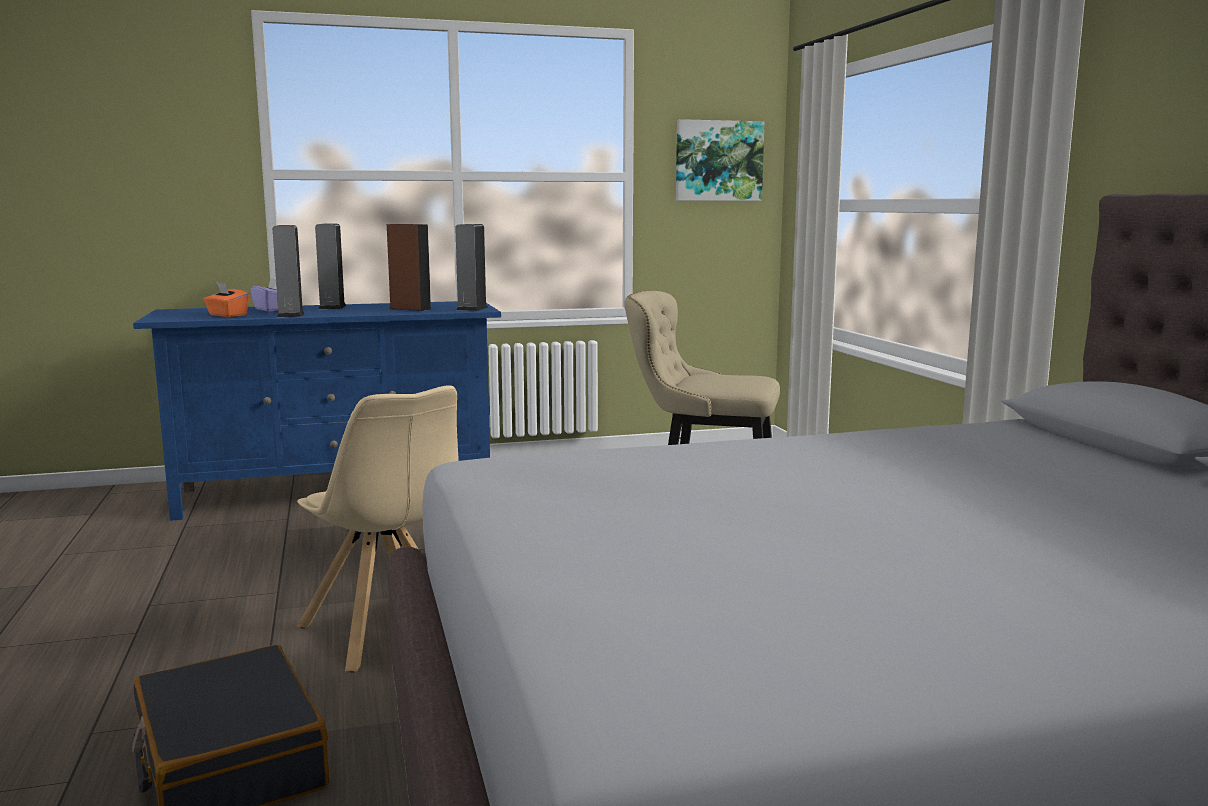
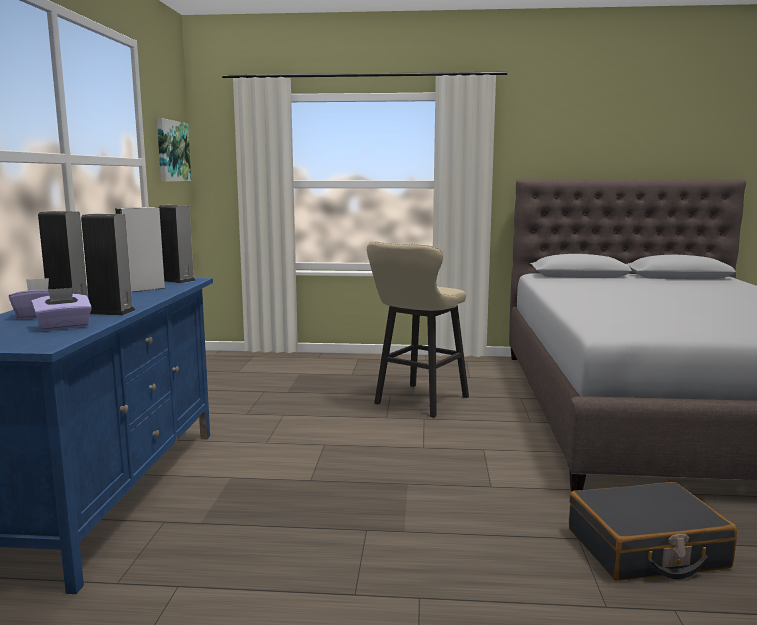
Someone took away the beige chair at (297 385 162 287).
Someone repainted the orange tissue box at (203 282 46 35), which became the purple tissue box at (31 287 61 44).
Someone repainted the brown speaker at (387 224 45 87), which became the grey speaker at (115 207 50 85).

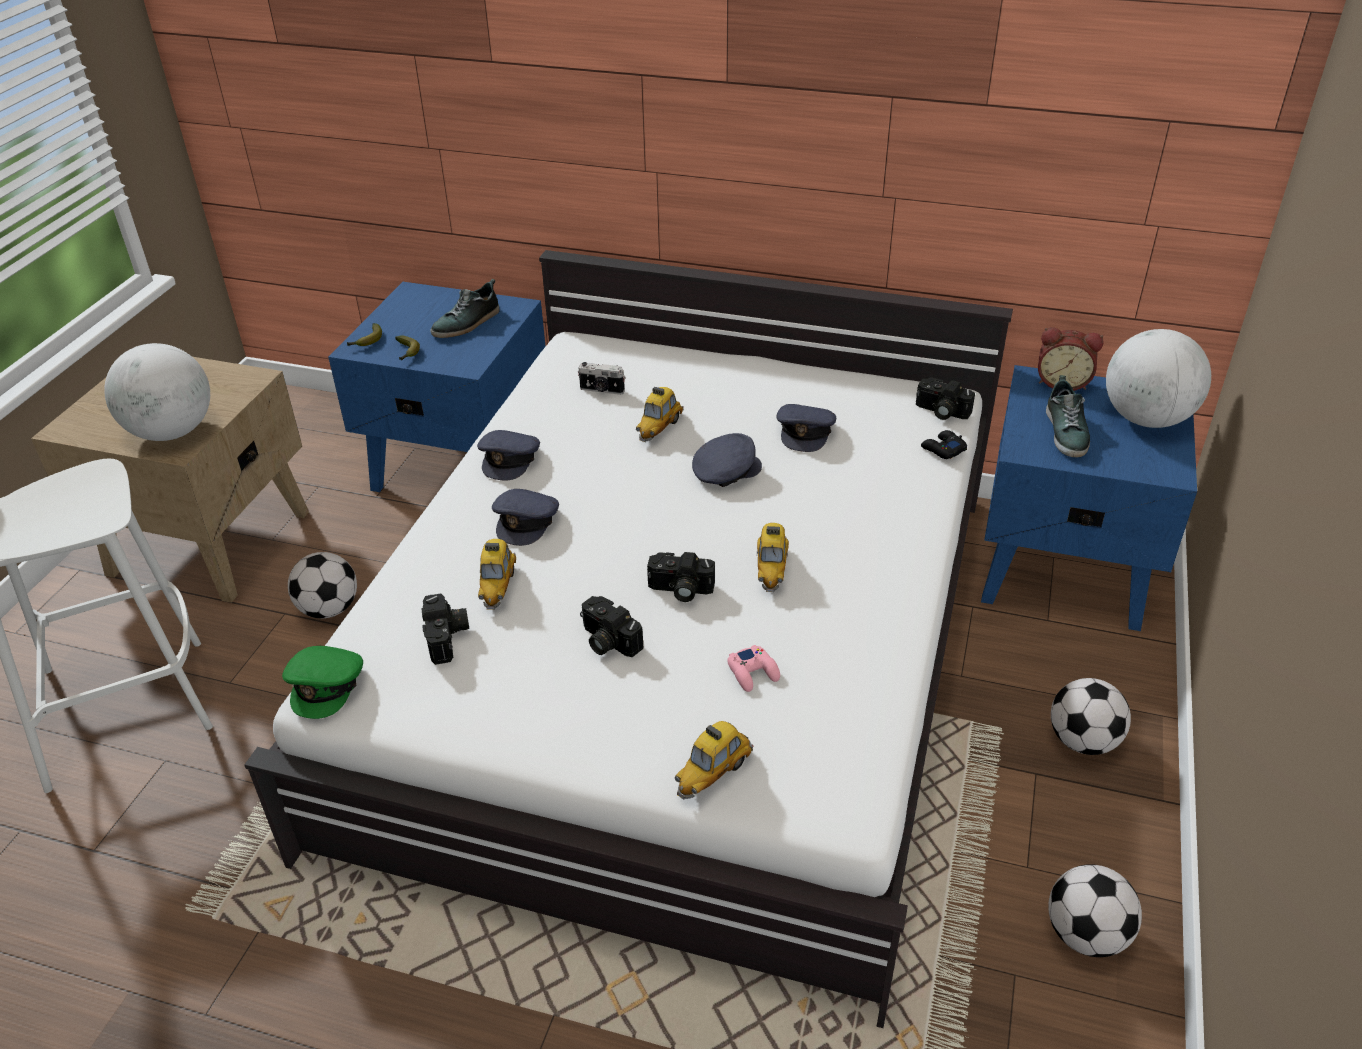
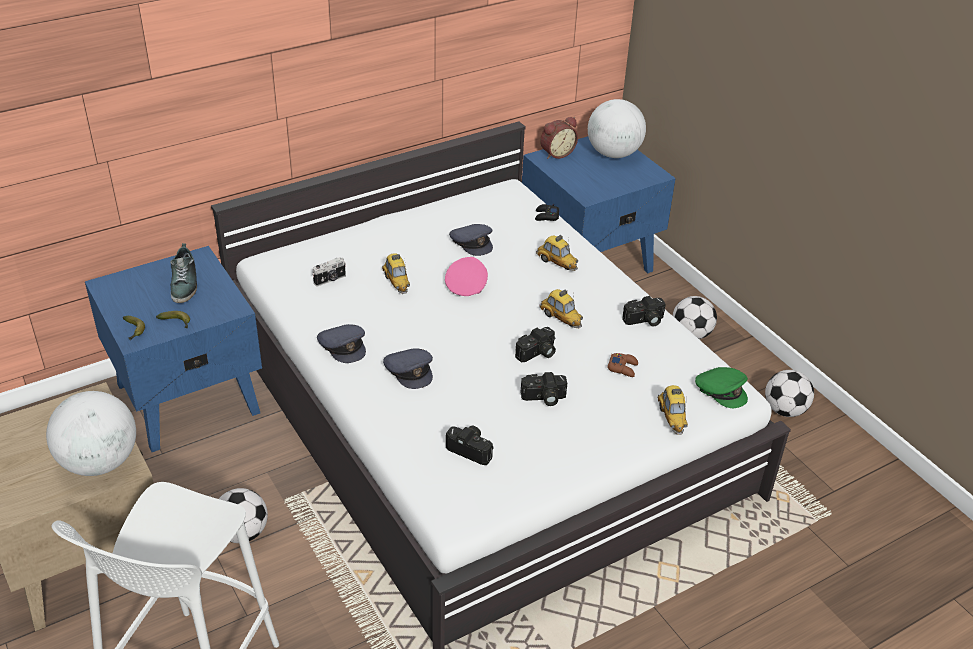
Someone took away the shoe at (1046 375 44 82).
Someone carried the green cap from (282 646 81 73) to (695 367 53 41).
Someone carried the toy car from (478 539 38 71) to (536 235 42 36).
Someone carried the photo camera from (916 378 59 42) to (622 296 44 31).
Someone repainted the grey cap at (692 433 70 54), which became the pink cap at (445 257 43 39).
Someone repainted the pink game controller at (727 645 53 47), which became the brown game controller at (607 353 31 24).

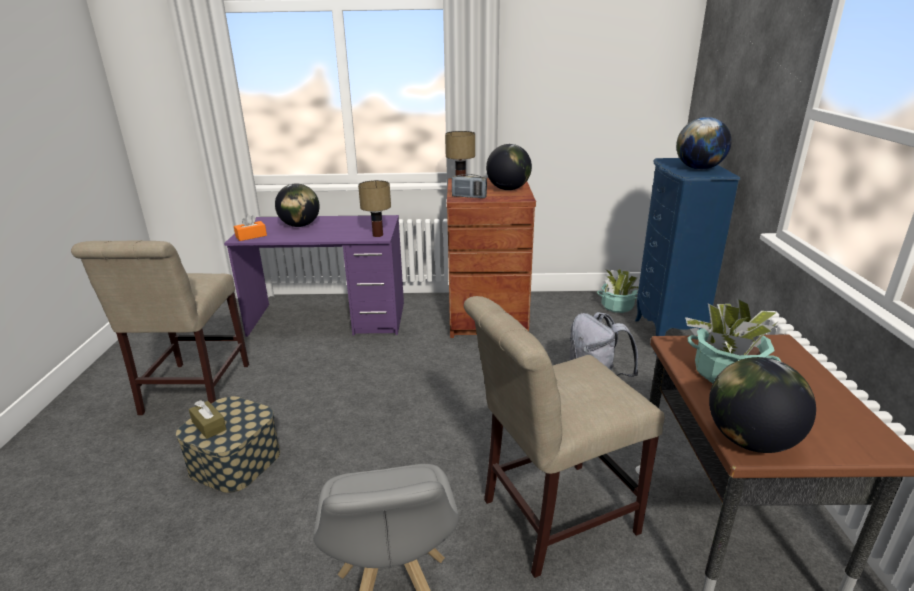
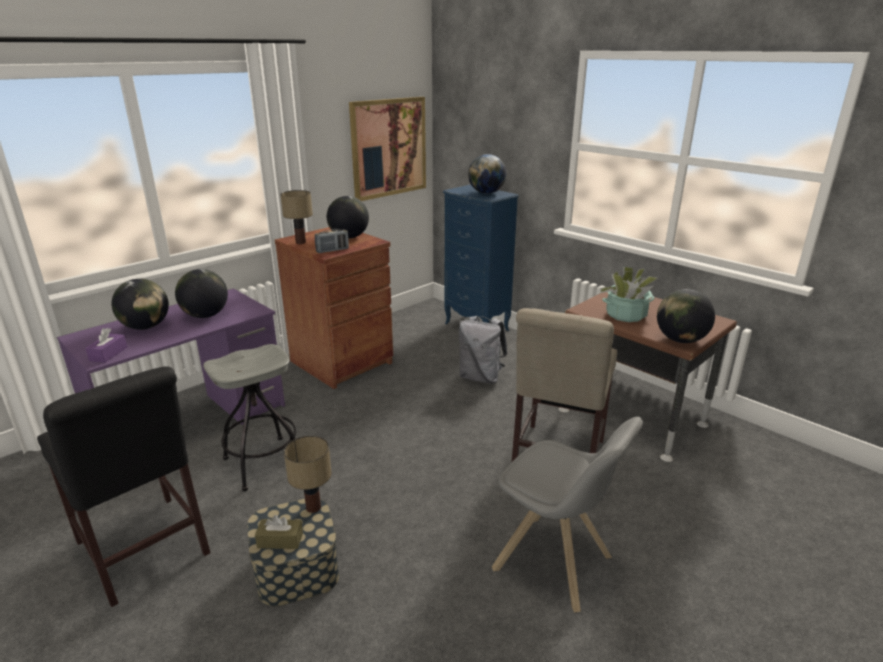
Someone took away the potted plant at (597 268 42 45).
Someone put down the globe at (175 269 53 49).
Someone put down the grey stool at (203 344 93 147).
Someone put up the picture at (349 97 77 104).
Someone carried the table lamp from (358 180 33 57) to (284 436 48 77).
Someone repainted the beige chair at (71 240 178 175), which became the black chair at (37 366 174 241).
Someone repainted the orange tissue box at (234 214 33 27), which became the purple tissue box at (86 328 41 35).

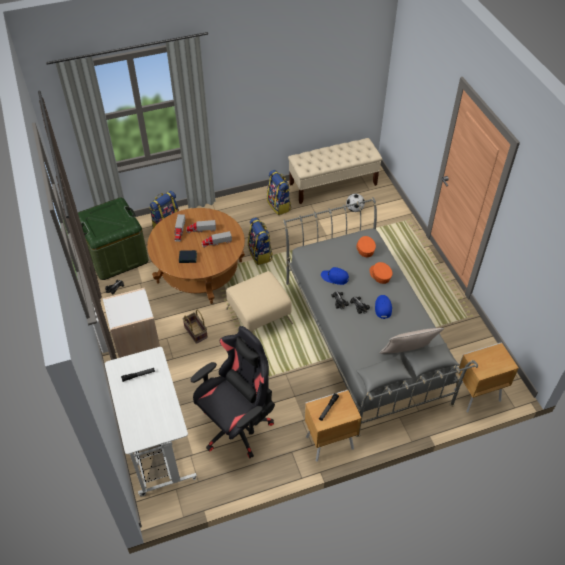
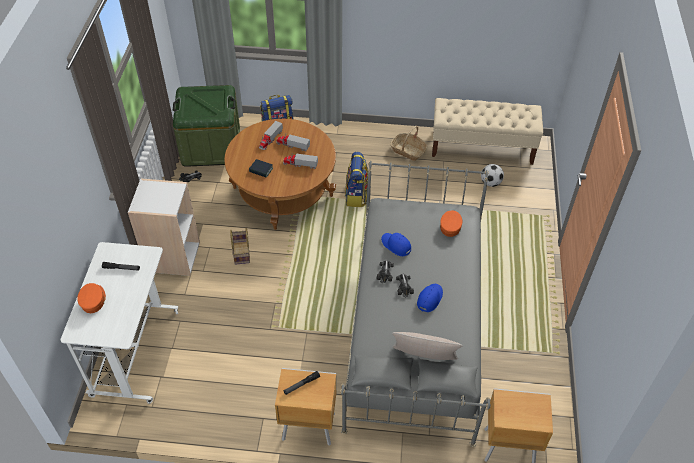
Someone took away the black office chair at (191 326 84 133).
Someone took away the beige ottoman at (226 271 67 62).
Someone carried the orange cap from (370 262 23 22) to (77 283 29 30).
Someone swapped the backpack at (267 170 24 45) for the basket at (390 126 37 35).

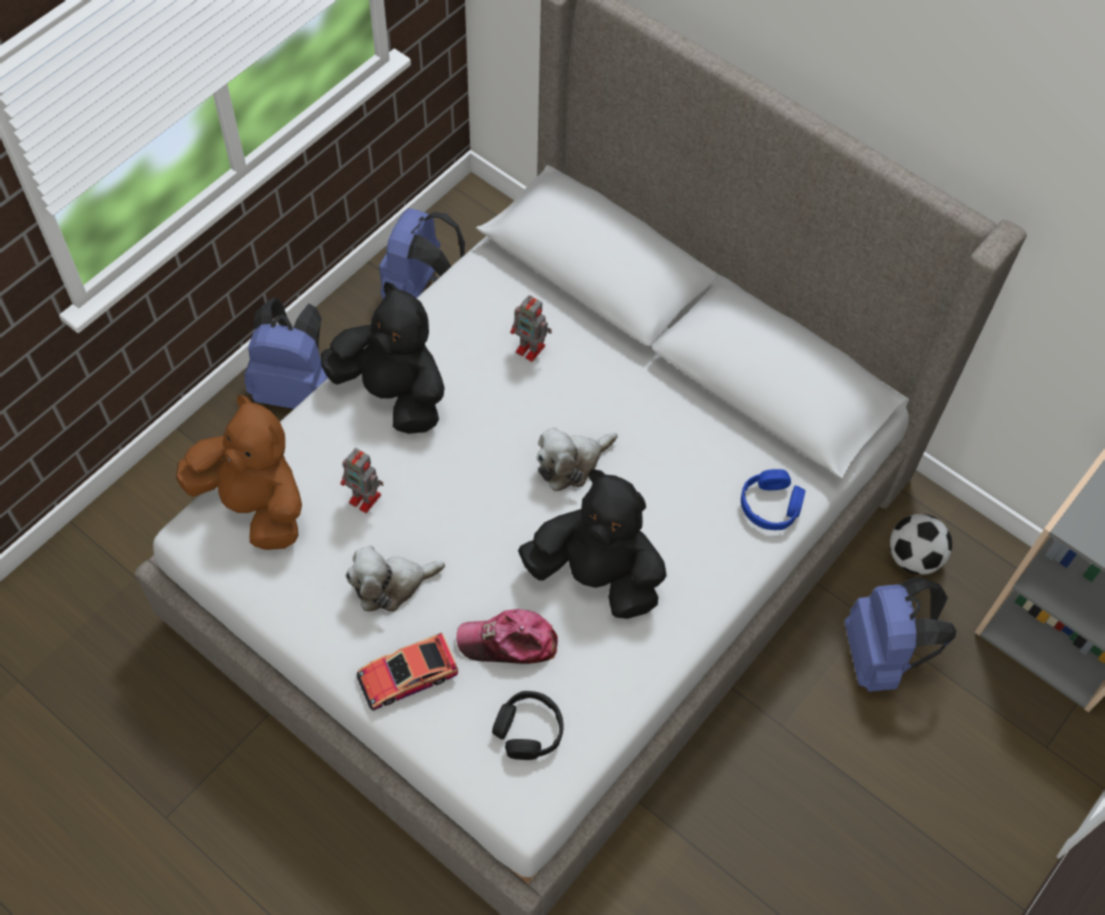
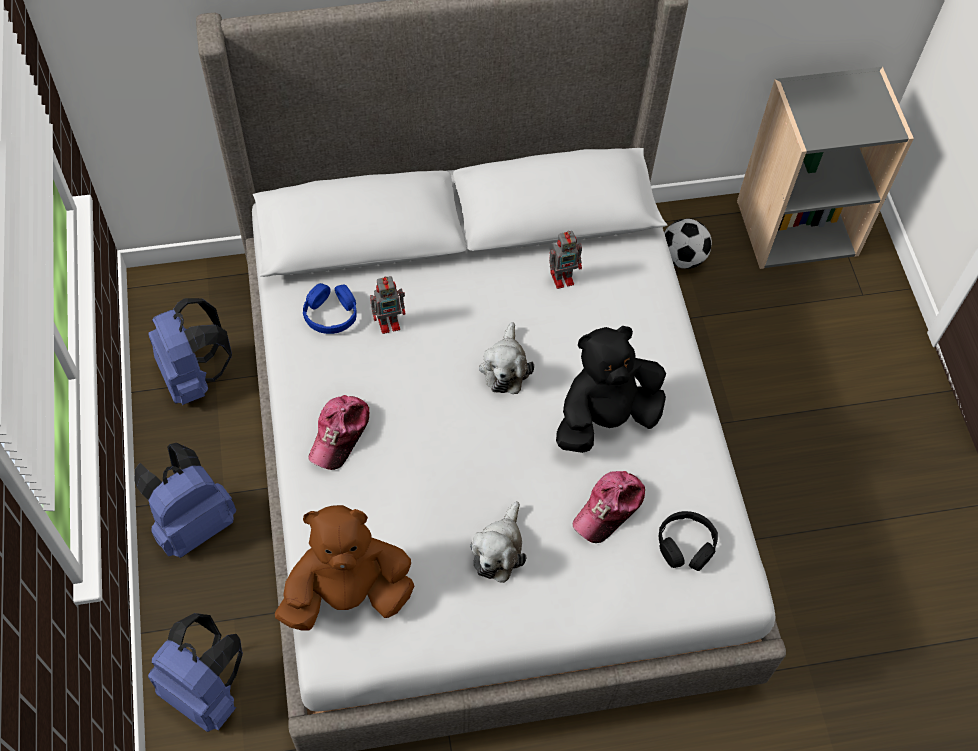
Someone took away the toy car at (357 633 101 78).
Someone carried the toy robot from (341 448 42 65) to (549 231 33 58).
Someone carried the blue headphones from (741 469 64 61) to (303 283 54 51).
Someone carried the blue backpack from (845 577 112 115) to (148 613 95 119).
Someone swapped the black plush toy at (321 282 124 152) for the cap at (309 395 60 75).

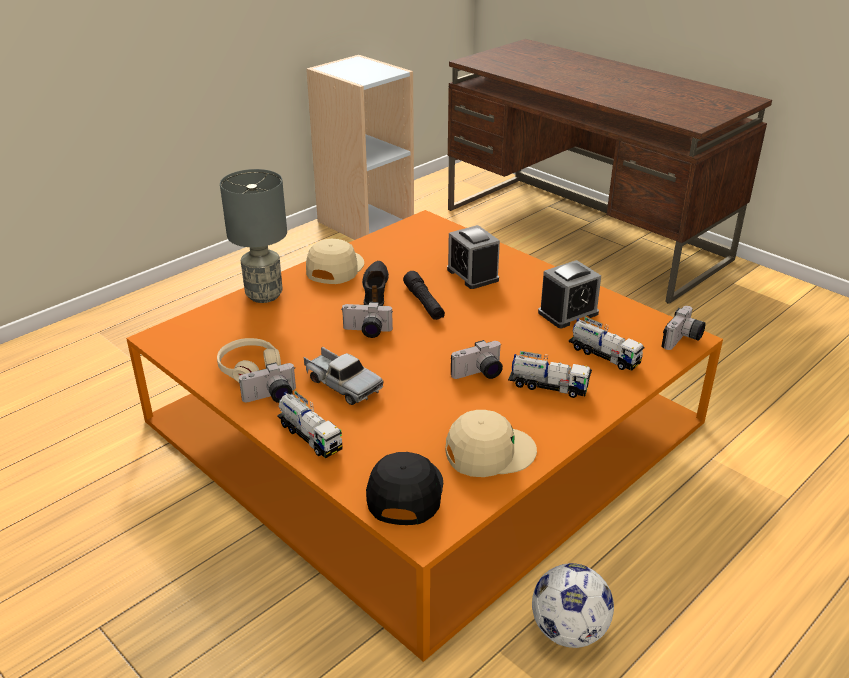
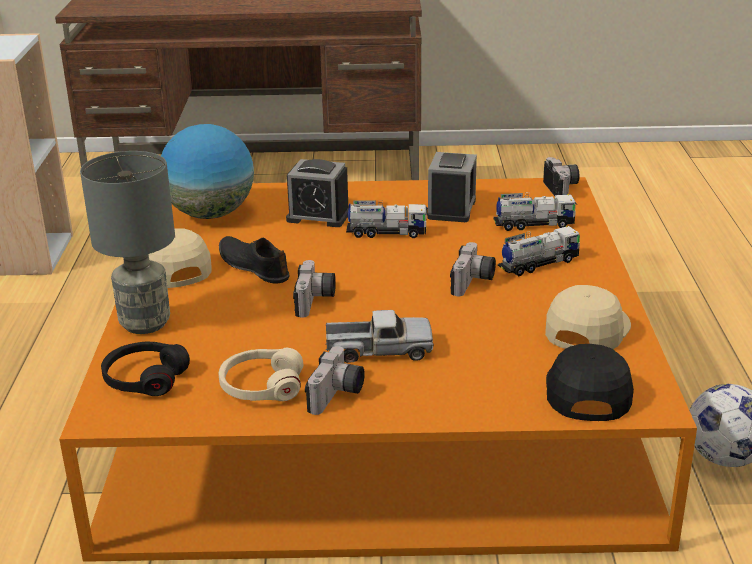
Someone took away the black flashlight at (403 271 42 49).
Someone put down the black headphones at (101 342 89 54).
Someone put down the globe at (161 124 93 95).
Someone carried the toy truck from (277 390 66 68) to (346 200 82 38).
Someone rotated the photo camera at (342 302 51 36) by 45 degrees counterclockwise.
Someone rotated the black cap at (366 452 77 73) by 45 degrees clockwise.

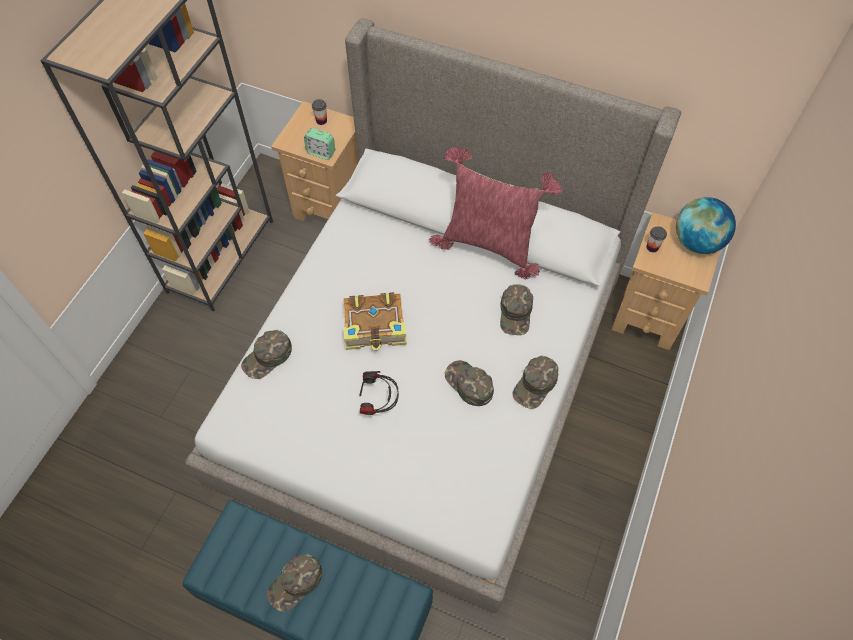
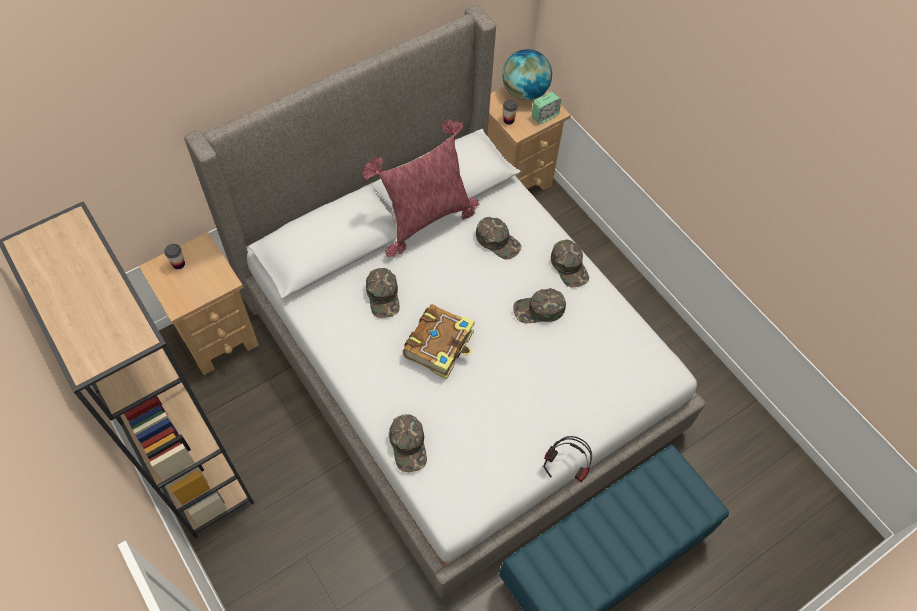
Someone carried the green cap from (267 554 55 58) to (366 268 34 50).
Someone carried the alarm clock from (304 128 31 32) to (532 91 29 33).
Someone carried the headphones from (359 371 40 44) to (543 436 49 46).

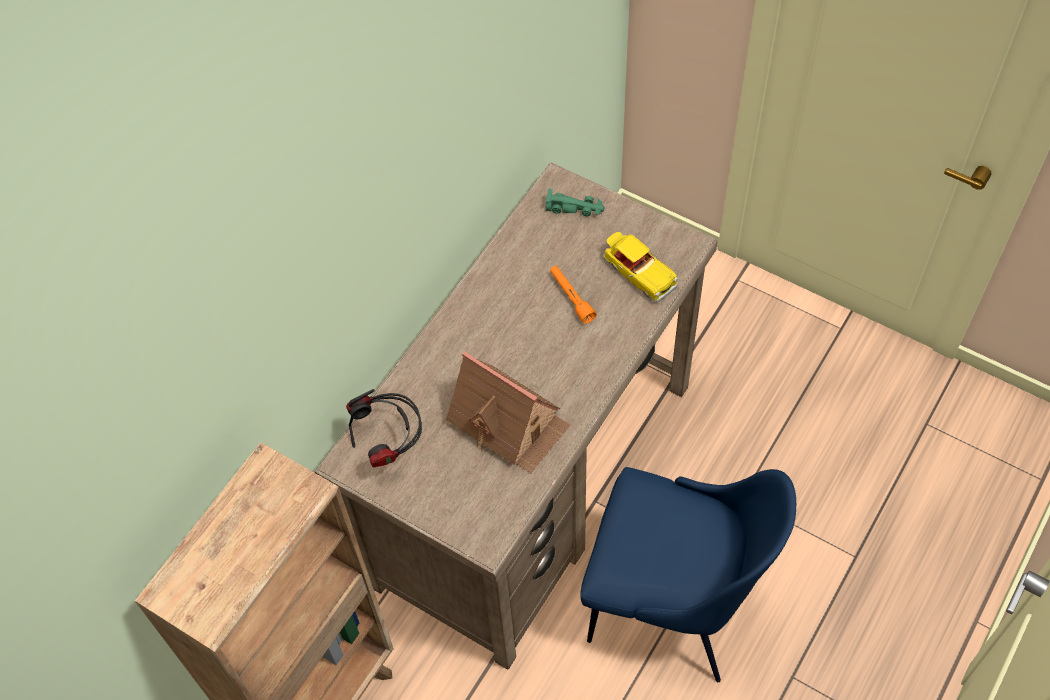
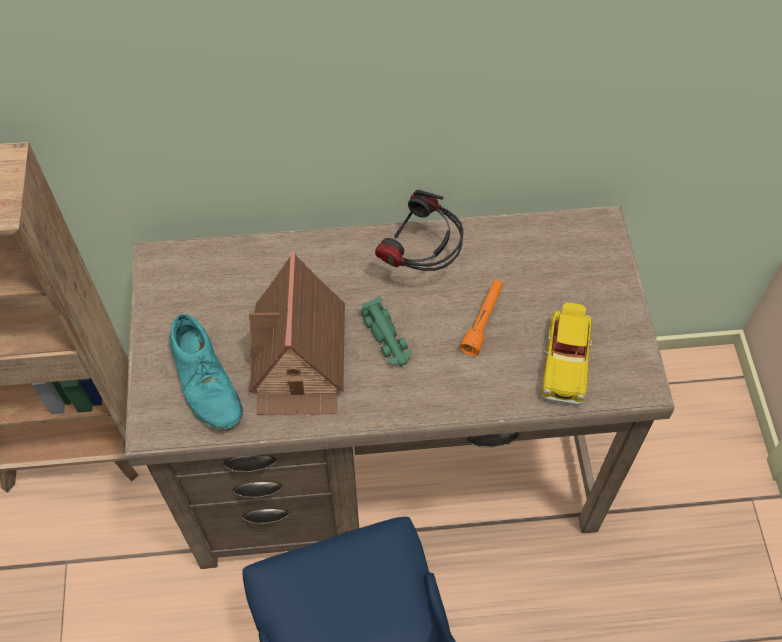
Someone put down the turquoise shoe at (170 314 73 116).
Someone carried the headphones from (346 389 76 79) to (375 190 89 81).
Someone carried the green toy car from (546 189 59 27) to (361 297 51 70).

